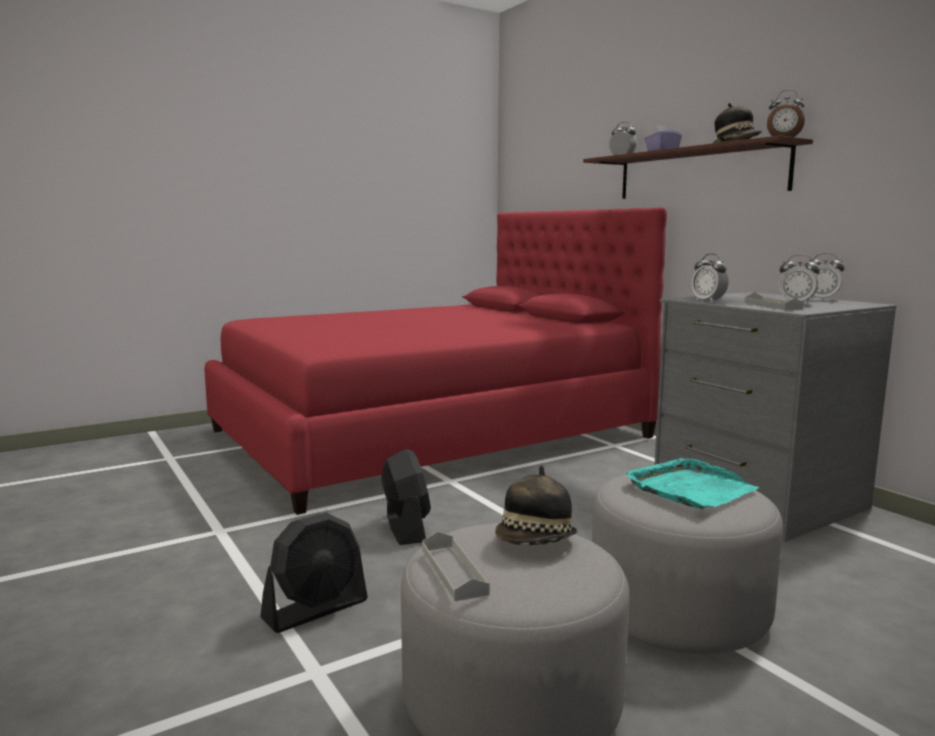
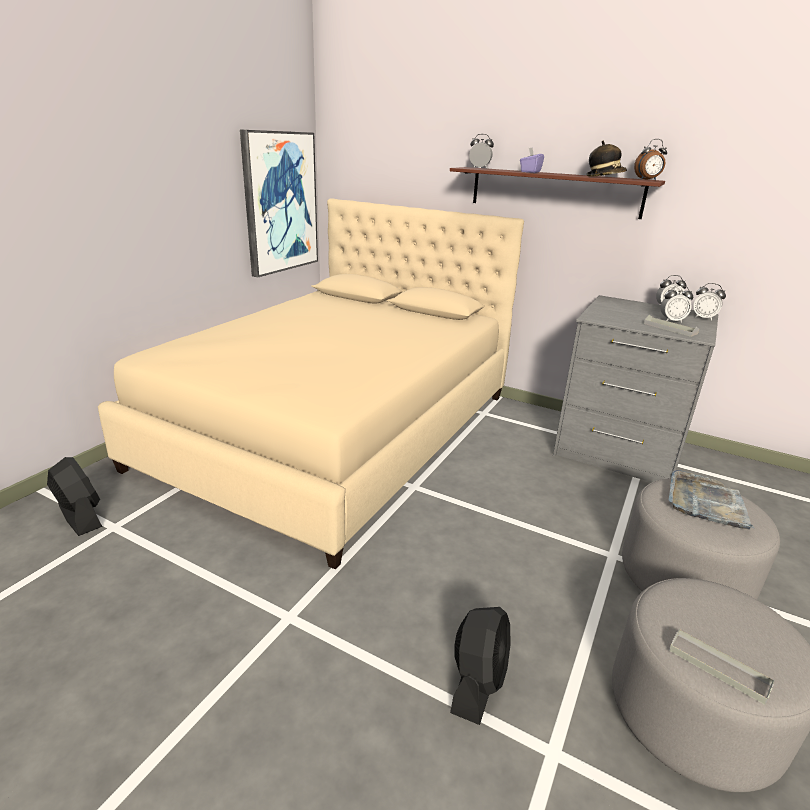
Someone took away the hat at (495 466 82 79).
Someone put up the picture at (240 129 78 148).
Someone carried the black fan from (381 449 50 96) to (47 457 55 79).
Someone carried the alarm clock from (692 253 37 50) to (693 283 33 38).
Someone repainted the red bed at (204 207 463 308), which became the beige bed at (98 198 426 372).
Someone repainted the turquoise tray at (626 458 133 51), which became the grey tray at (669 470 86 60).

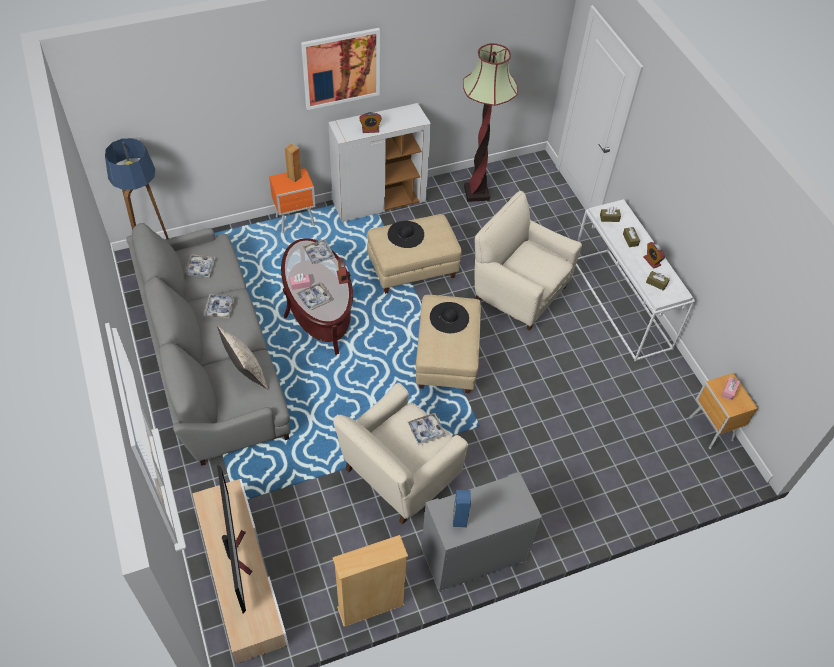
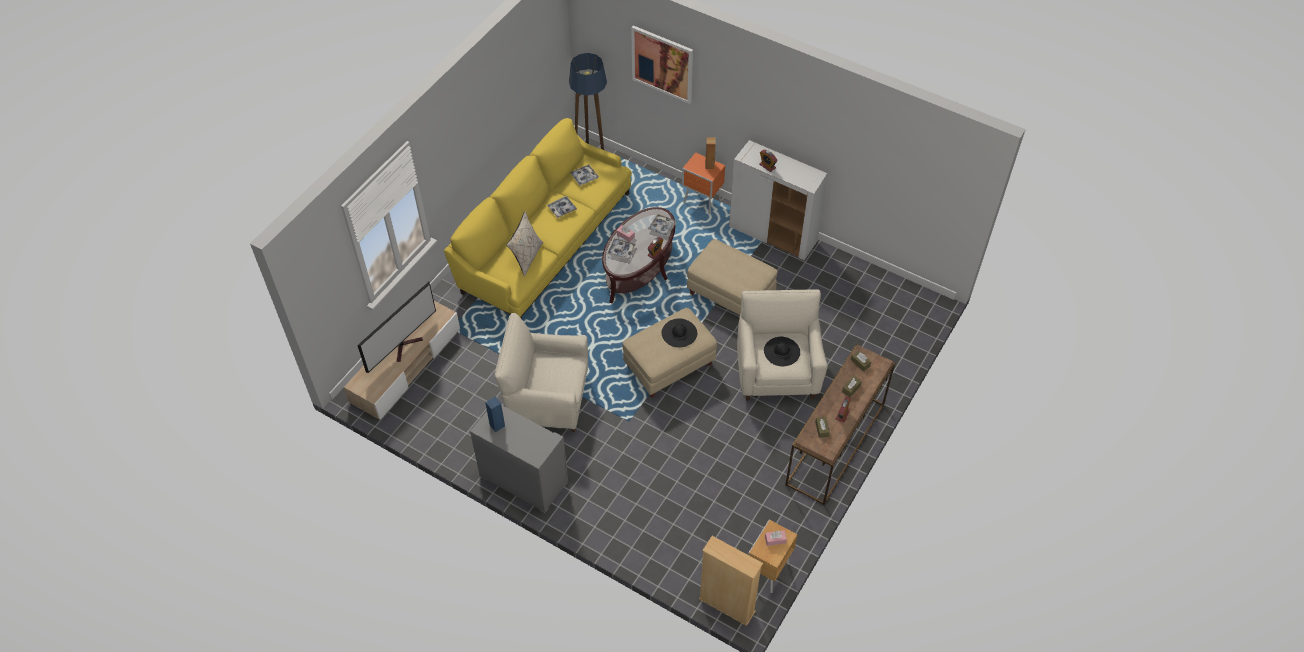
Someone took away the tray at (408 413 38 32).
Someone took away the floor lamp at (463 43 55 159).
Someone carried the picture from (301 28 79 82) to (631 26 62 78).
Someone carried the beige bookcase from (333 535 75 92) to (699 536 64 90).
Someone carried the black hat from (388 221 36 27) to (764 337 36 29).
Someone repainted the grey sofa at (126 223 164 243), which became the yellow sofa at (444 118 188 201).
Someone repainted the white console table at (576 199 119 162), which became the brown console table at (785 345 110 160).

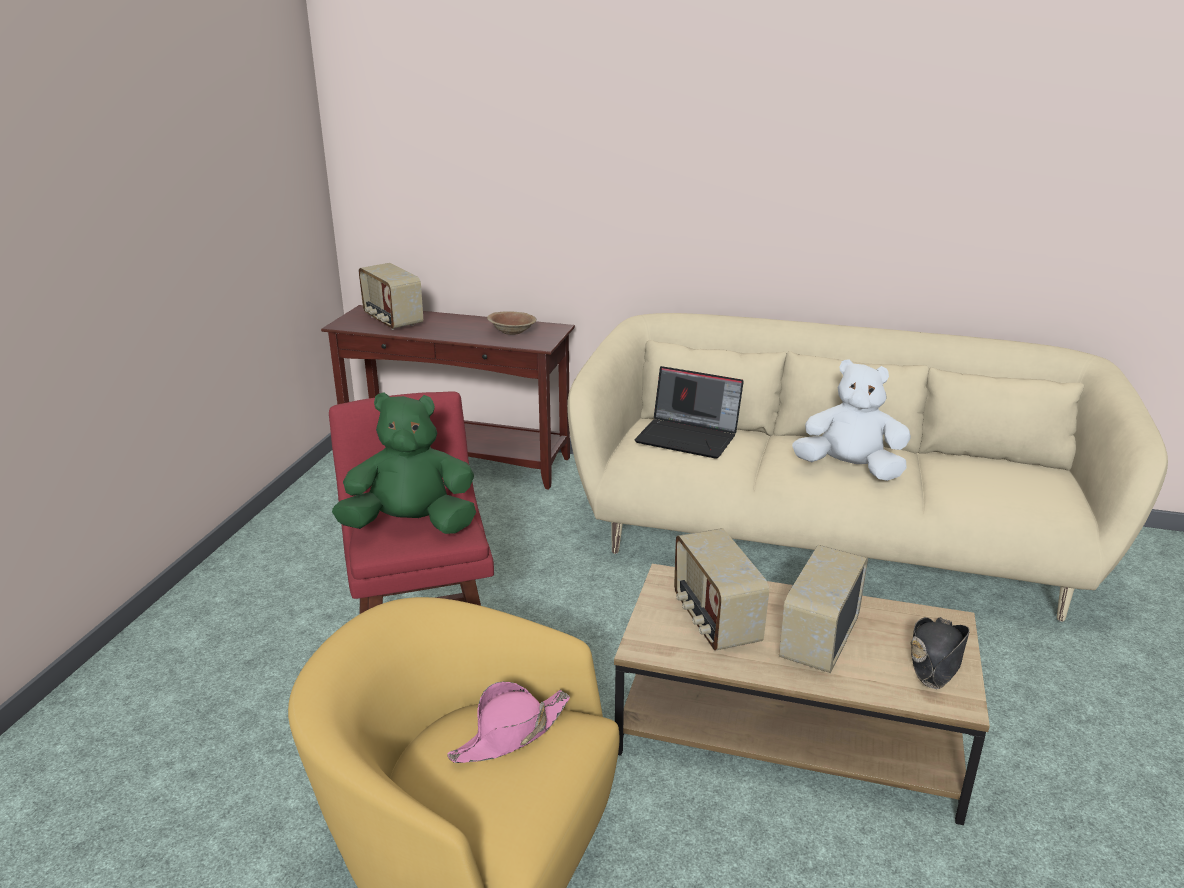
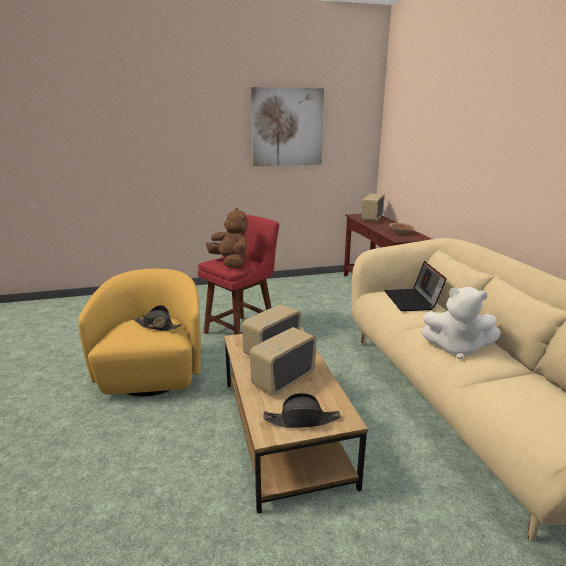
Someone put up the picture at (251 87 73 79).
Someone repainted the green plush toy at (332 392 144 142), which became the brown plush toy at (206 208 42 60).
Someone repainted the pink hat at (447 681 123 82), which became the black hat at (134 305 48 26).
Someone rotated the radio at (779 545 89 128) by 45 degrees counterclockwise.
Someone rotated the white plush toy at (792 359 119 122) by 120 degrees clockwise.

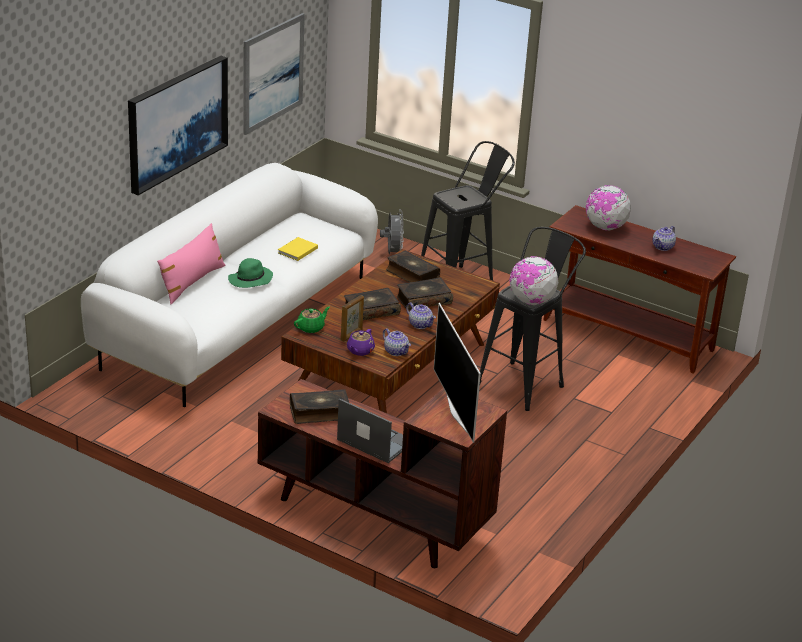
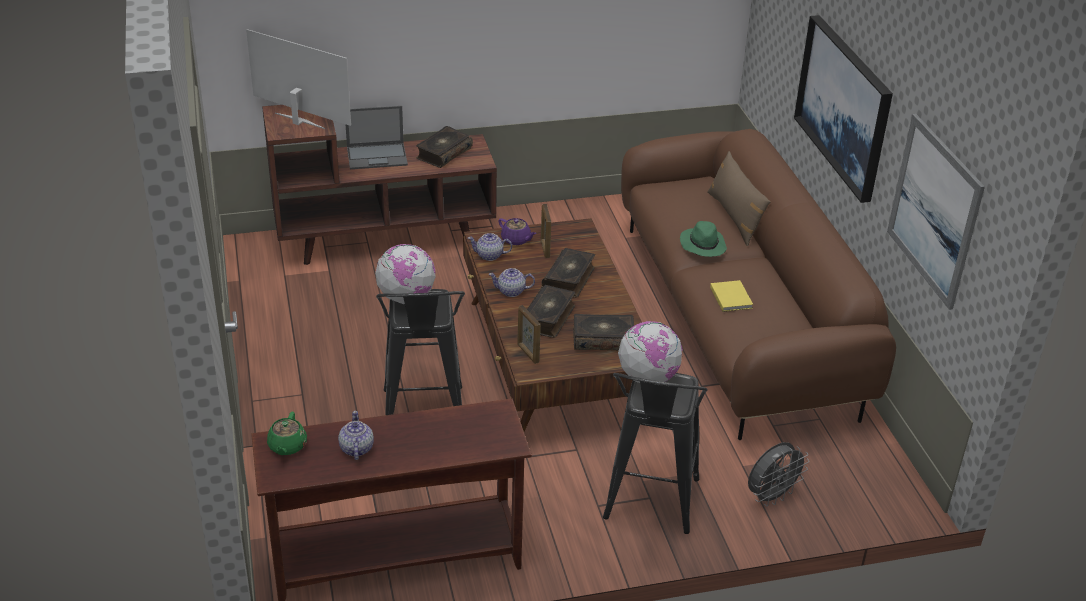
Someone put down the picture frame at (517 305 24 59).
Someone carried the green teapot from (294 307 36 26) to (267 412 40 43).
Someone carried the globe from (586 185 45 46) to (618 321 64 62).
Someone repainted the white sofa at (81 163 297 244), which became the brown sofa at (621 129 275 311).
Someone repainted the pink pillow at (157 223 68 81), which became the brown pillow at (707 151 64 95).
Someone rotated the purple teapot at (347 329 28 27) by 150 degrees clockwise.
Someone rotated the grey fan at (380 210 24 45) by 75 degrees counterclockwise.

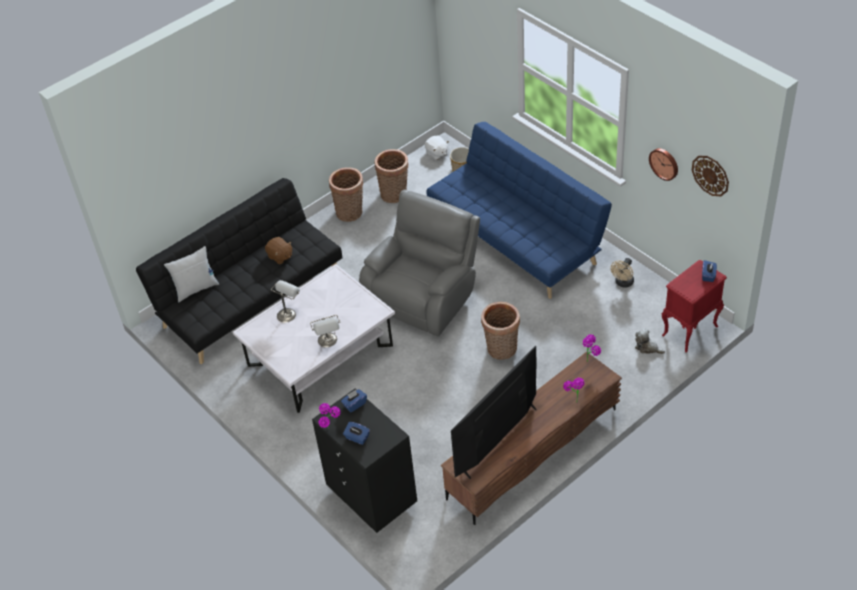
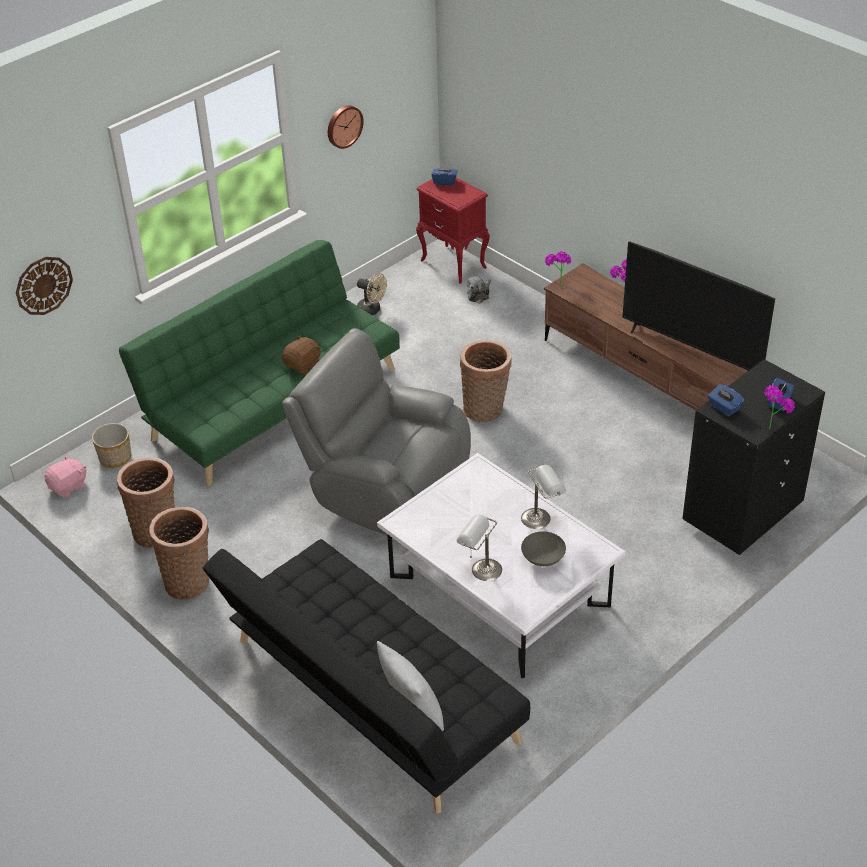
Someone put down the grey bowl at (521 531 45 35).
Someone carried the brown plush toy from (265 237 27 28) to (282 335 39 40).
Someone carried the wall clock from (692 156 37 40) to (16 257 57 58).
Someone repainted the white plush toy at (425 136 24 24), which became the pink plush toy at (45 456 41 42).
Someone repainted the blue sofa at (427 122 185 177), which became the green sofa at (119 240 281 246).

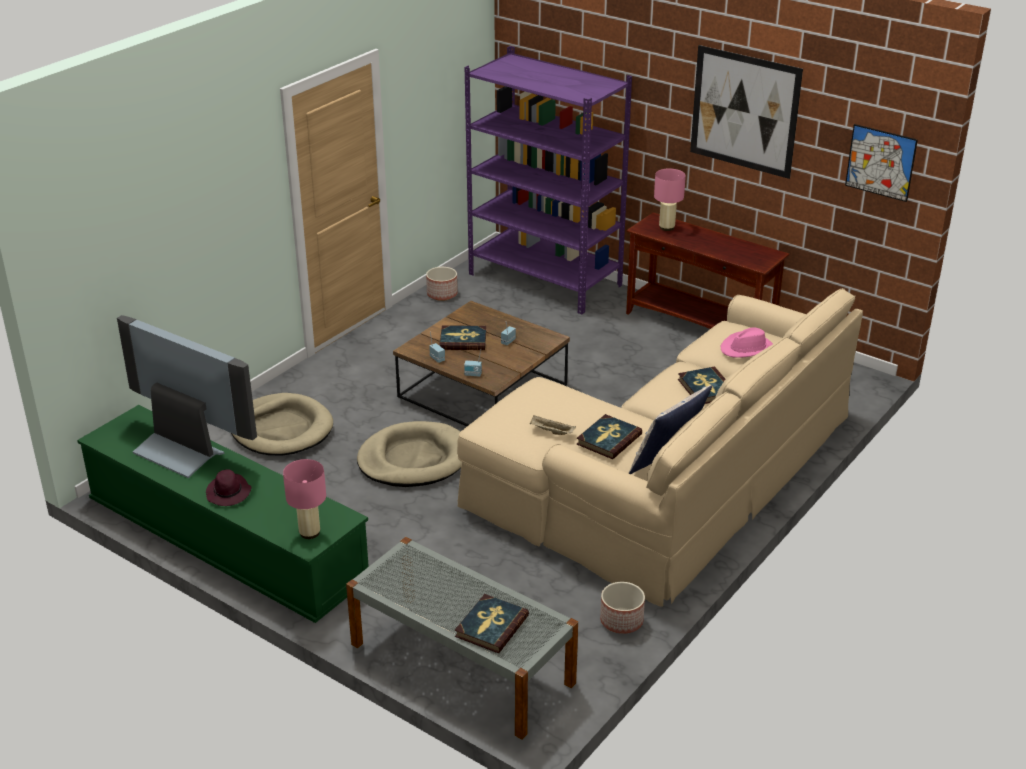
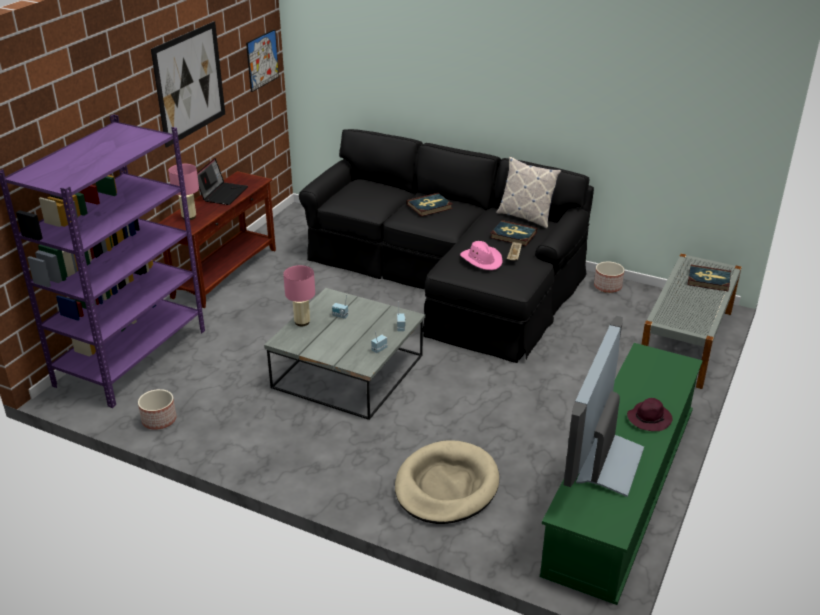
Someone took away the beige dog bed at (357 421 106 66).
Someone took away the book at (440 325 46 25).
Someone put down the laptop at (197 158 51 47).
Someone carried the pink table lamp from (283 459 43 80) to (284 265 31 61).
Someone carried the pink hat from (721 328 52 30) to (460 241 43 29).
Someone repainted the brown coffee table at (393 301 177 125), which became the grey coffee table at (264 288 161 132).
Someone repainted the beige sofa at (457 288 406 319), which became the black sofa at (299 129 295 234).

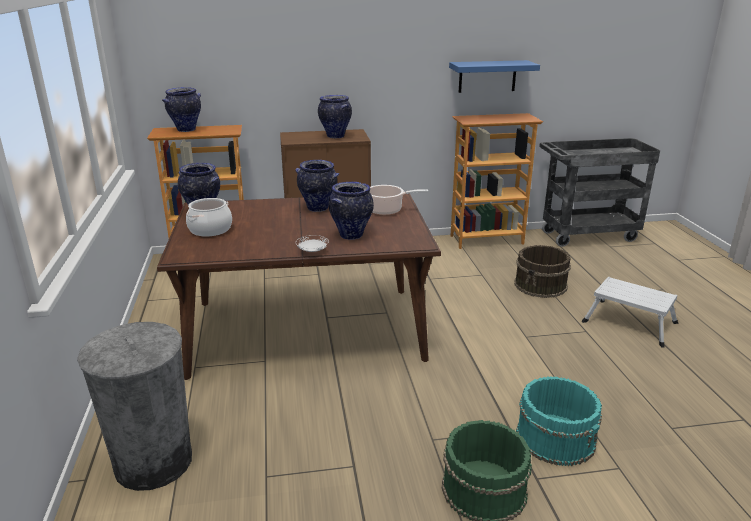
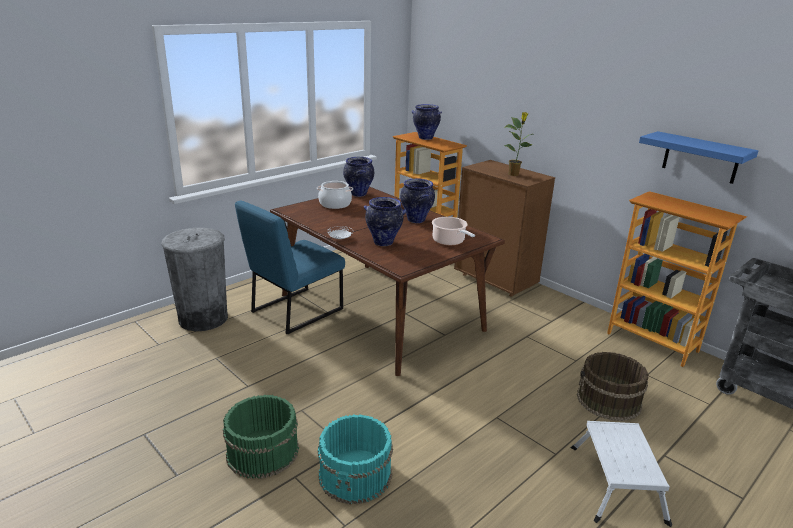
Someone put down the blue chair at (235 201 110 134).
Someone swapped the vase at (318 95 34 43) for the potted plant at (504 112 29 64).

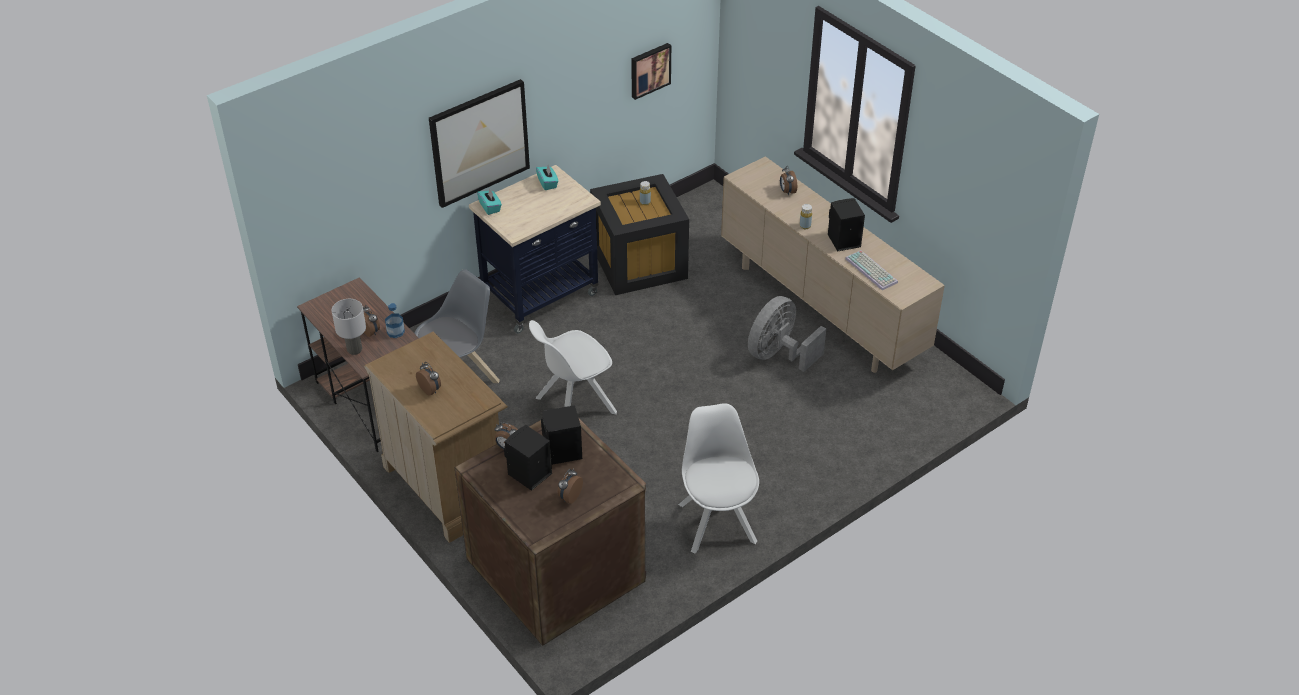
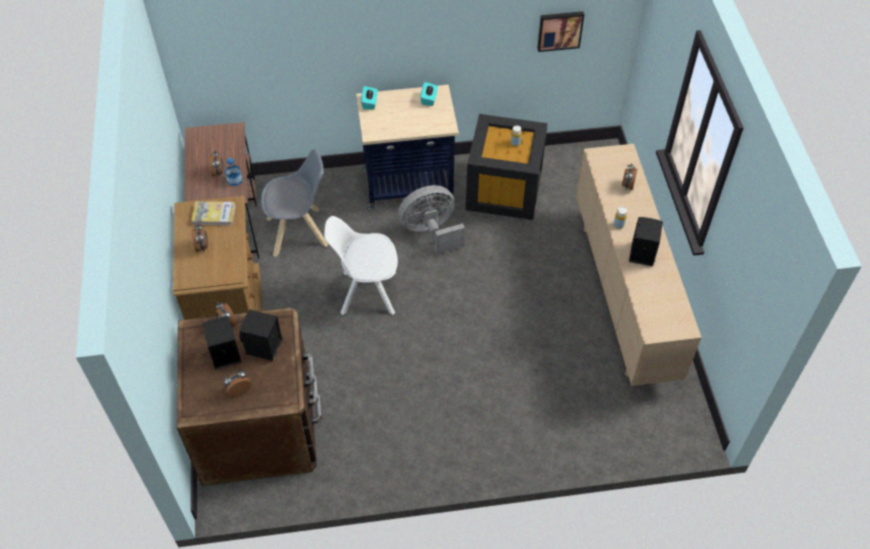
Someone took away the white table lamp at (332 299 34 56).
Someone took away the picture at (429 79 101 129).
Someone took away the white chair at (678 403 81 150).
Someone took away the keyboard at (845 250 53 40).
Someone put down the book at (191 201 45 24).
Someone carried the grey fan from (748 296 78 76) to (398 185 67 69).

